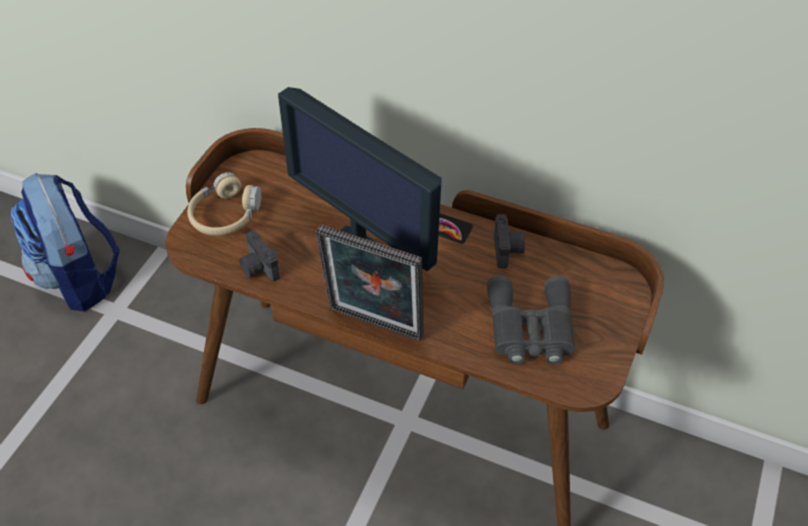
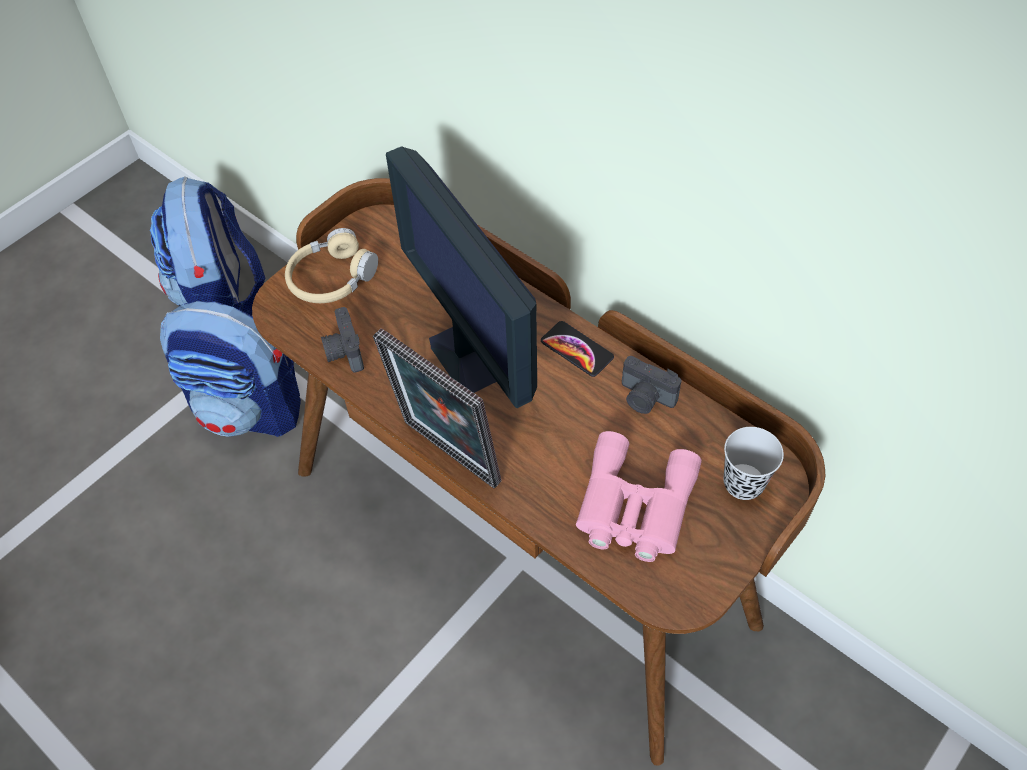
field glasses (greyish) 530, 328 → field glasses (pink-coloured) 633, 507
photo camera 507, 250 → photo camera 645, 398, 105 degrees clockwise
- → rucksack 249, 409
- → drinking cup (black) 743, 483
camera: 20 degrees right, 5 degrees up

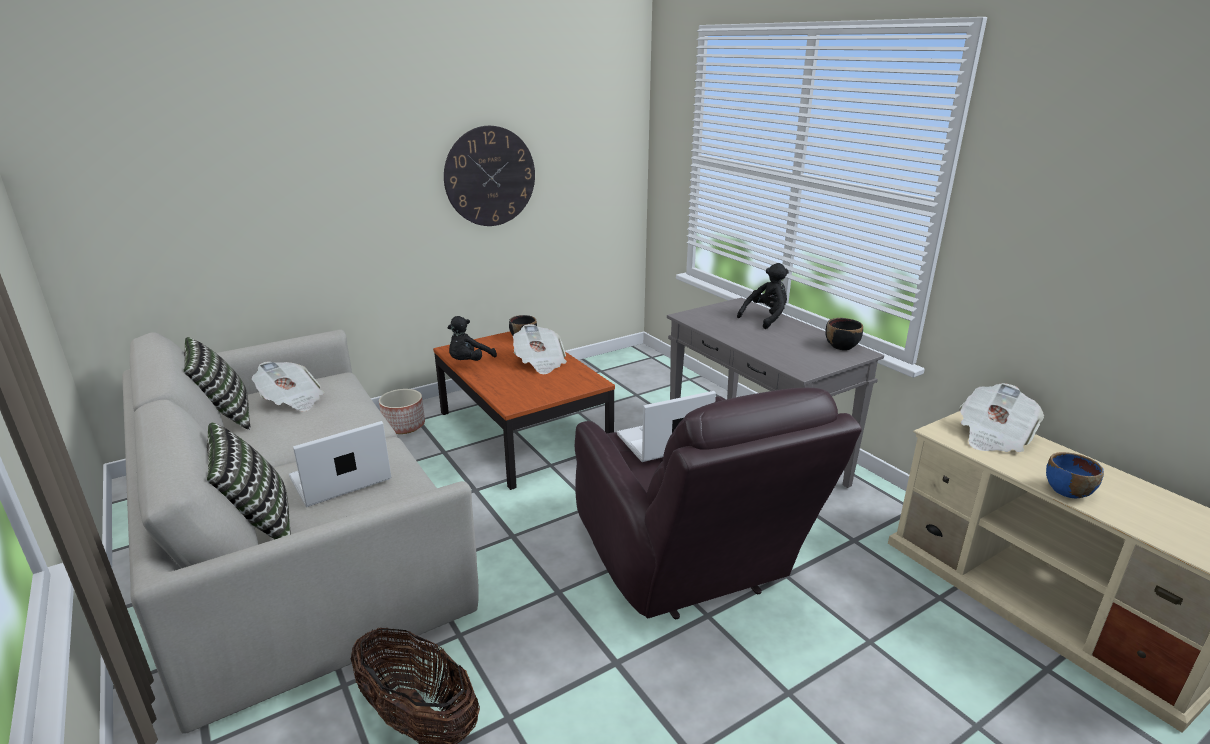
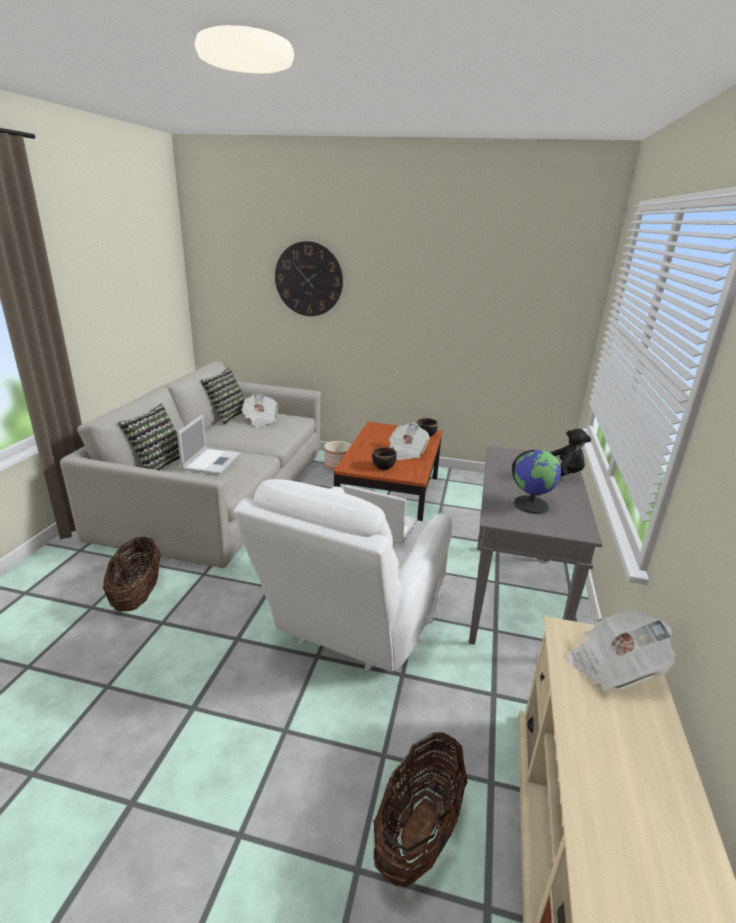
laptop 338, 480 → laptop 212, 461, 90 degrees clockwise
hanging clock 490, 176 → hanging clock 308, 279, moved
plush toy (black) 469, 362 → -
lounge chair (brown) 688, 565 → lounge chair (white-coloured) 354, 624
serving bowl (black) 842, 346 → serving bowl (black) 383, 467, moved
serving bowl (blue-coloured) 1067, 491 → -
- → storage basket 418, 831
- → globe 531, 504
camera: 45 degrees right, 0 degrees up

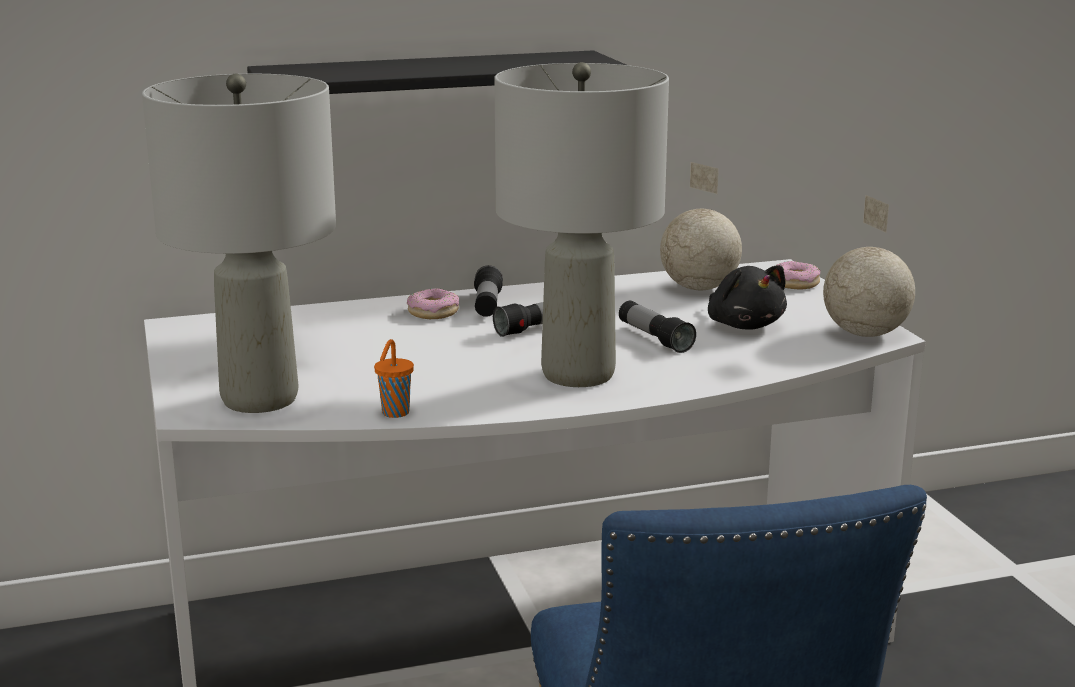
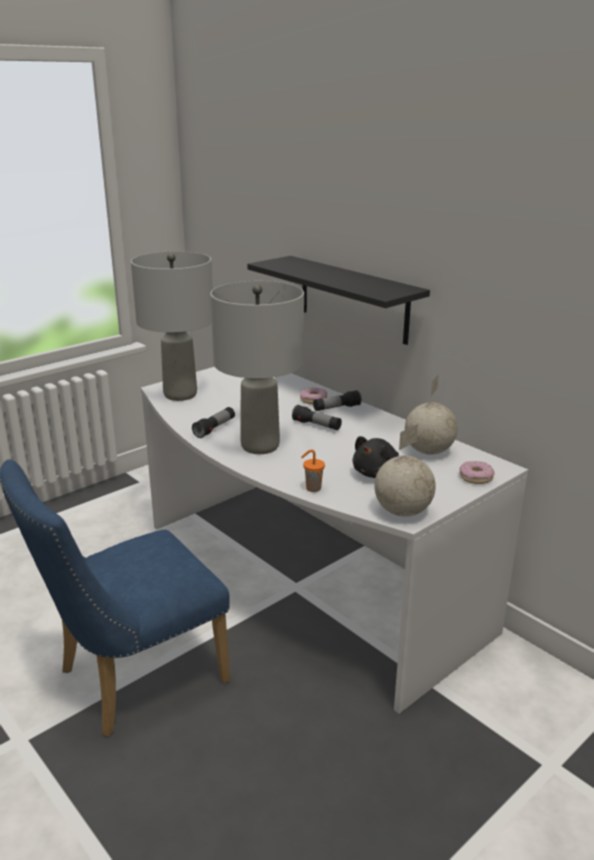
drinking cup (orange) 394, 413 → drinking cup (orange) 312, 488, moved
hand torch 654, 338 → hand torch 215, 428, moved
camera: 65 degrees right, 5 degrees up

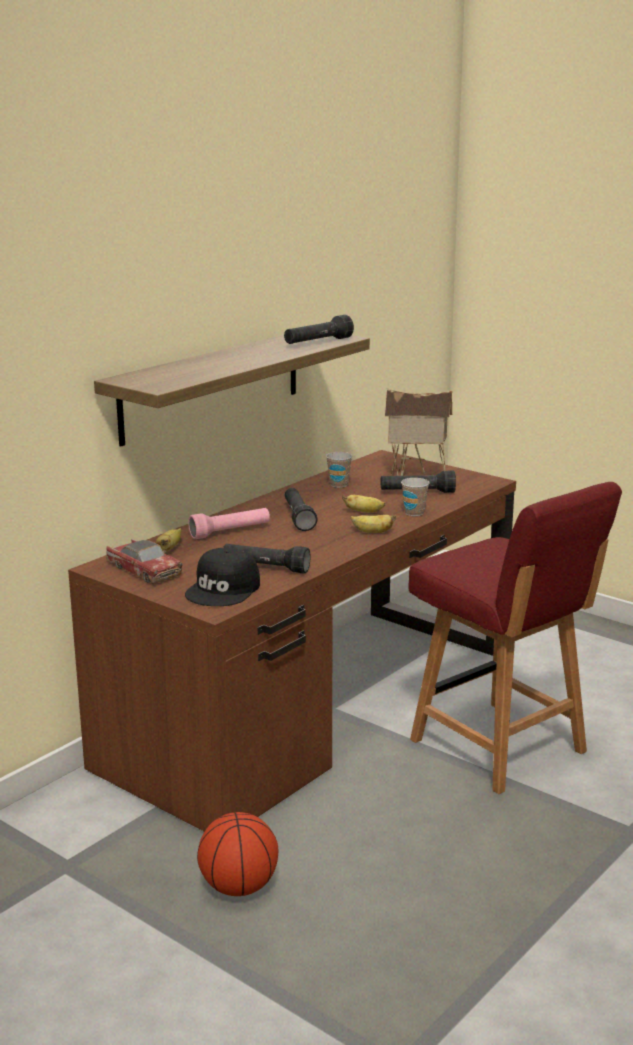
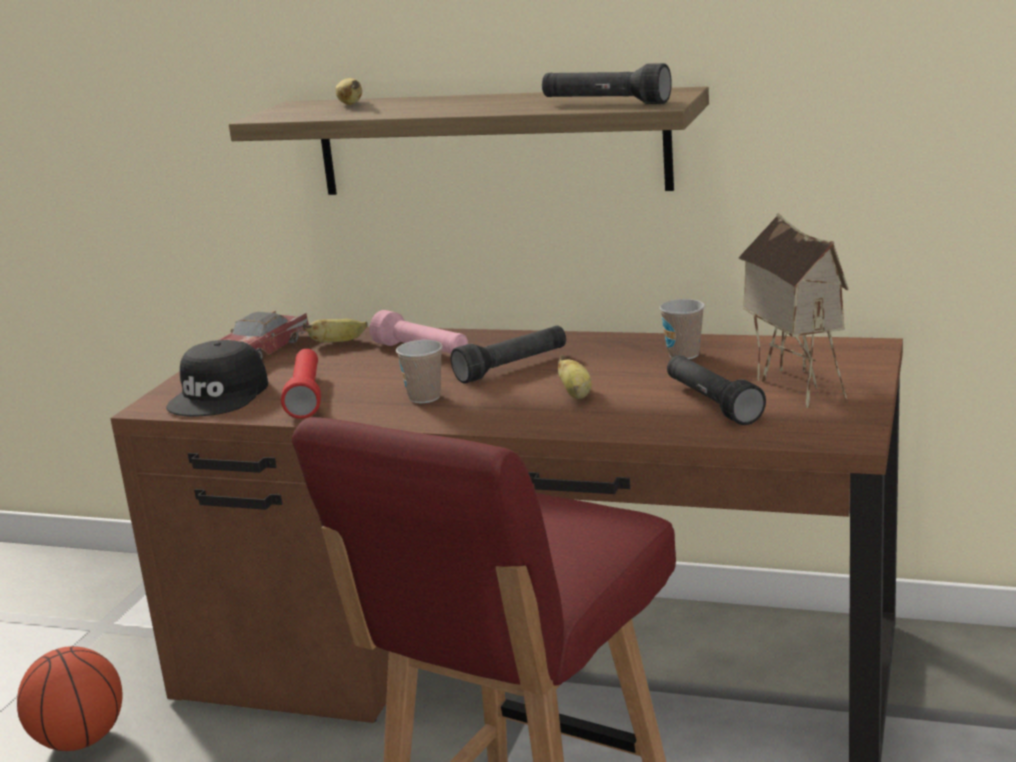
baseball cap (black) 224, 589 → baseball cap (black) 220, 395, 75 degrees counterclockwise
hand torch (black) 265, 568 → hand torch (reddish) 306, 396
banana 372, 532 → banana 351, 104, moved
drinking cup 414, 513 → drinking cup 424, 397, moved
camera: 70 degrees right, 0 degrees up

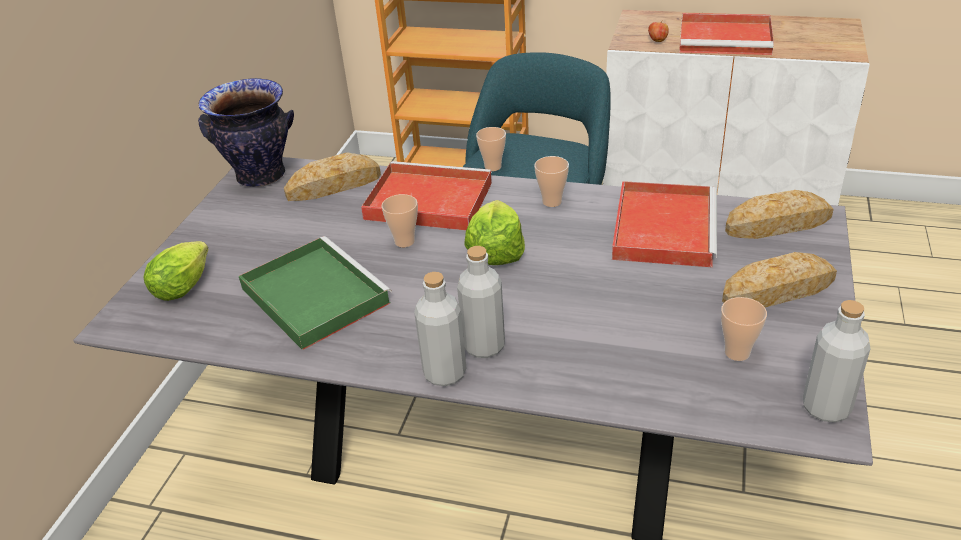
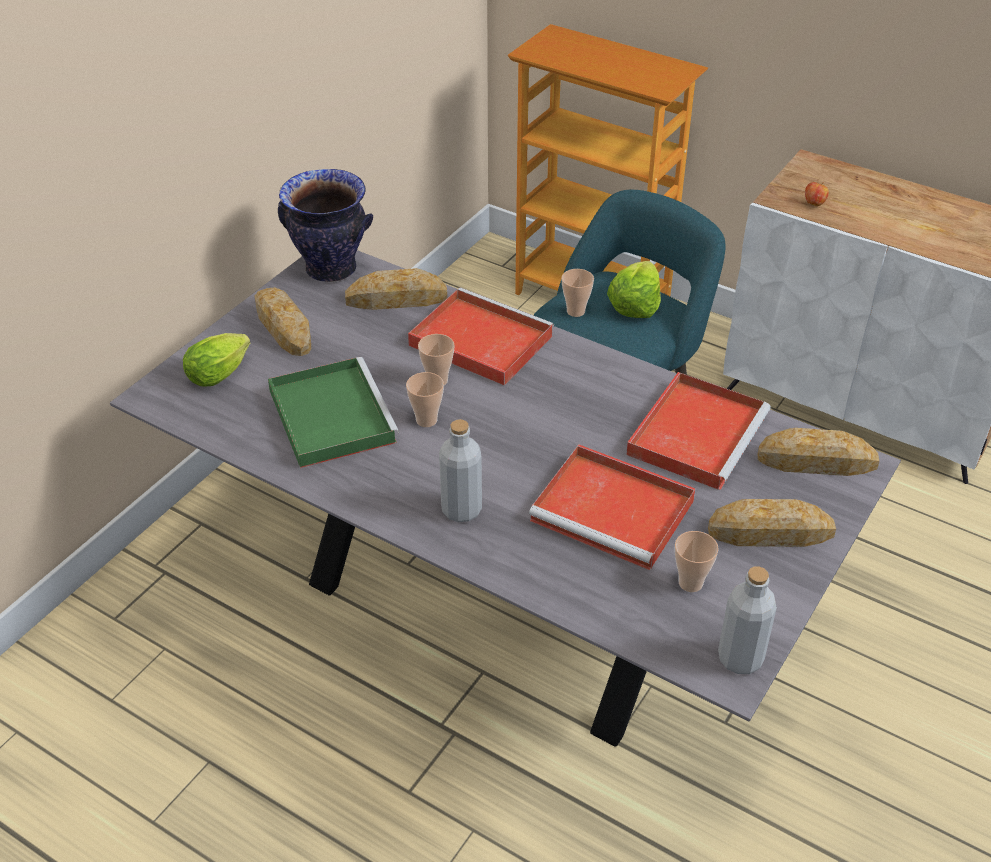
drink bottle (greyish) 445, 373 → -
lettuce head 495, 251 → lettuce head 634, 305, moved
drinking cup 552, 202 → drinking cup 426, 420, moved
tray (reddish) 727, 38 → tray (reddish) 615, 511, moved
- → bread 283, 326
camera: 15 degrees right, 5 degrees up

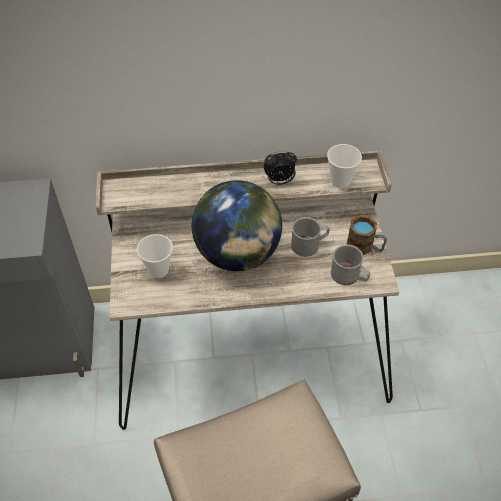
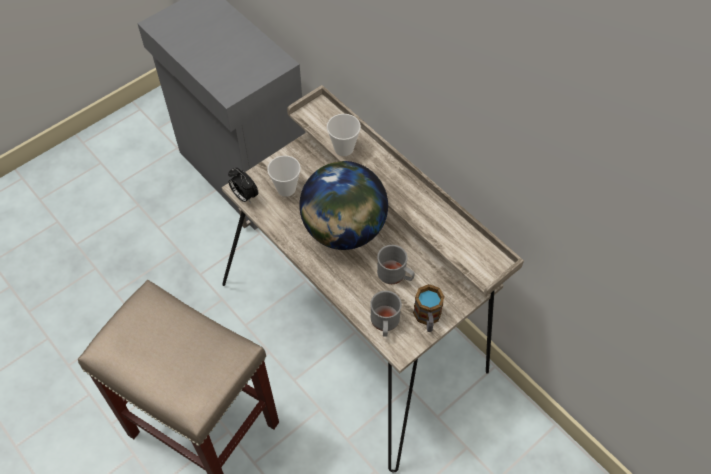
alarm clock 279, 181 → alarm clock 244, 196, moved
drinking cup 340, 181 → drinking cup 344, 148, moved
camera: 55 degrees right, 5 degrees up

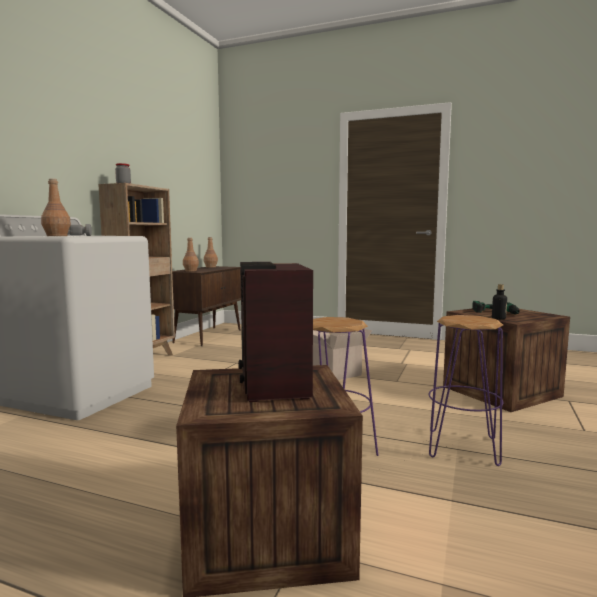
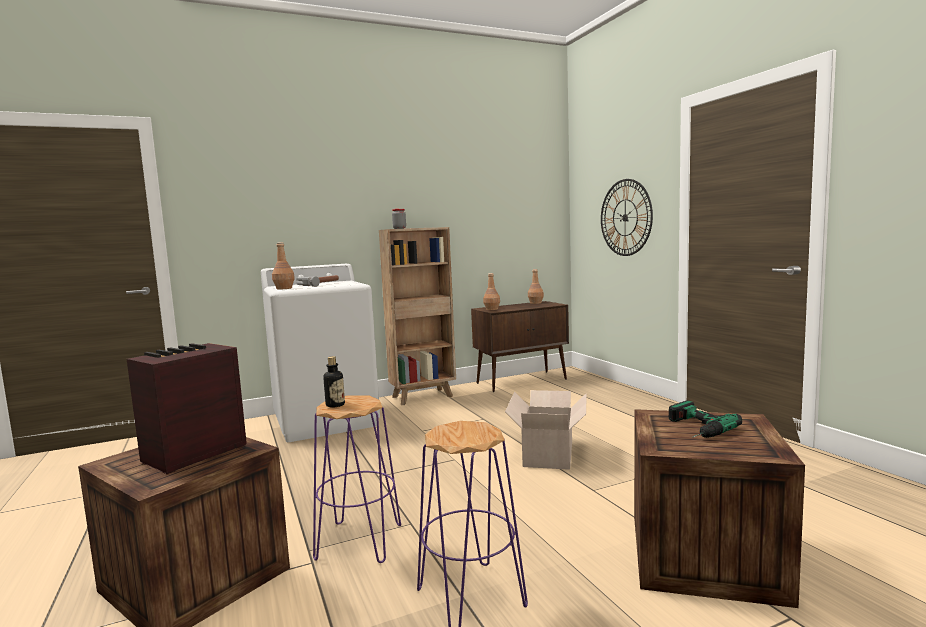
drink bottle 498, 318 → drink bottle 335, 405, moved
- → hanging clock 625, 217
camera: 45 degrees right, 0 degrees up

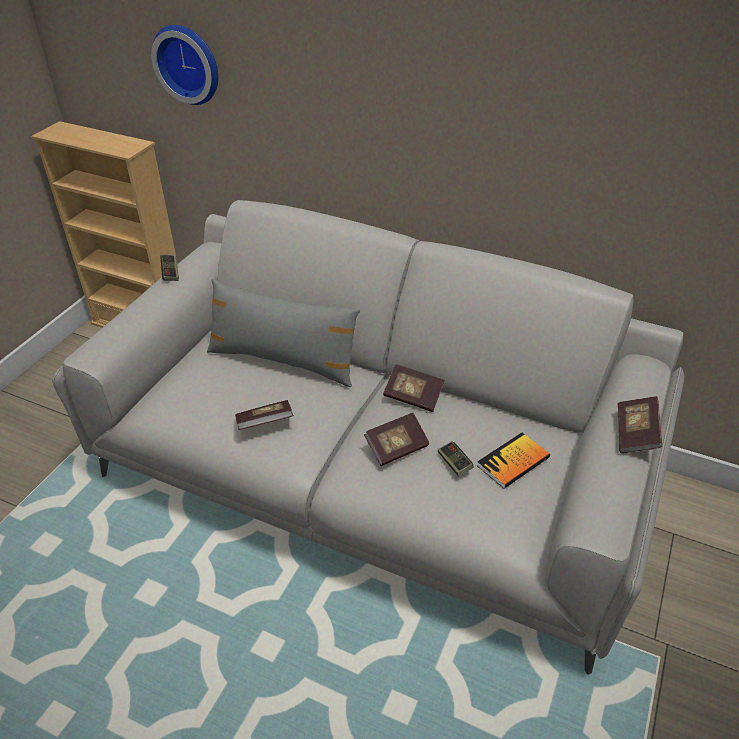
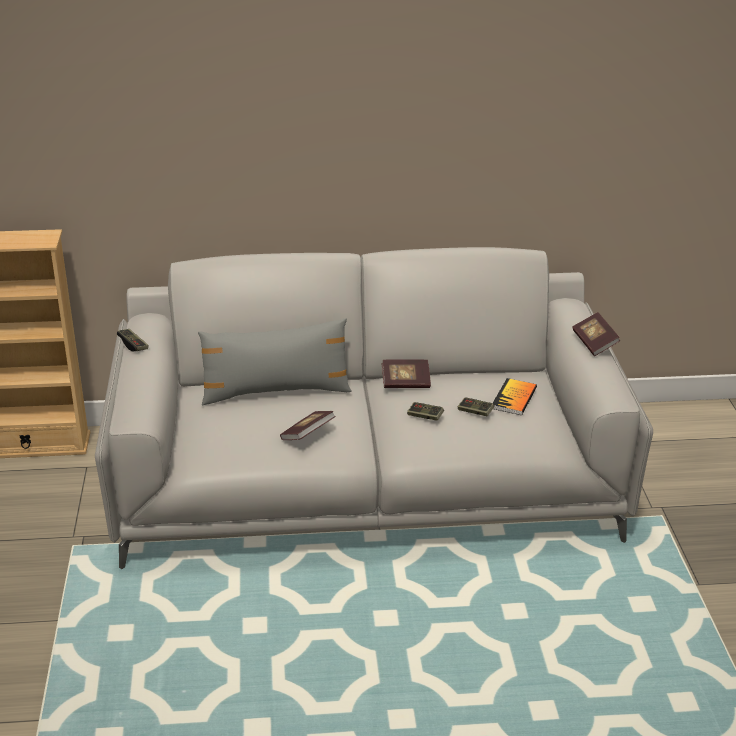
hanging clock 189, 63 → -
bound book 396, 448 → gamepad 425, 416
camera: 30 degrees left, 10 degrees down

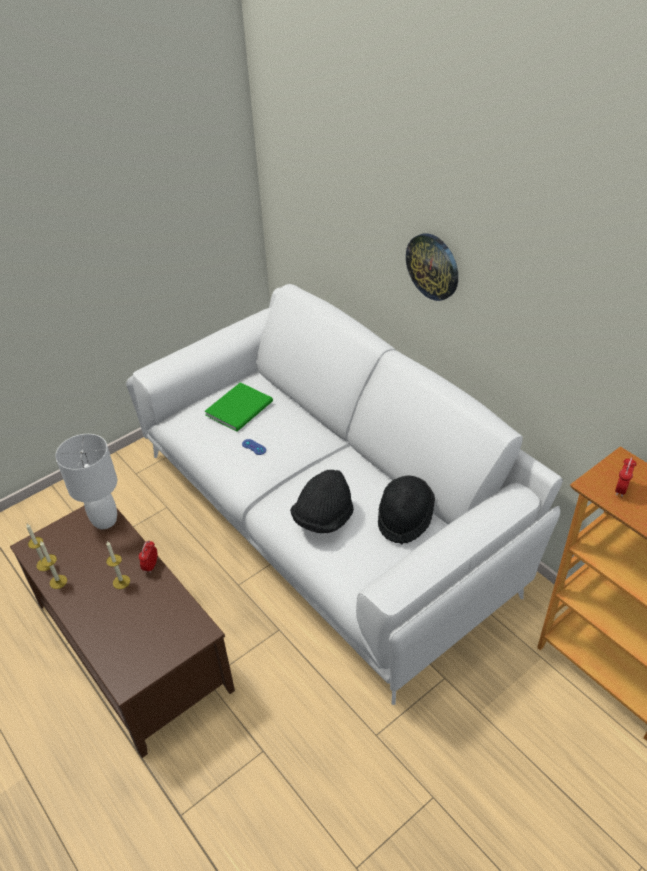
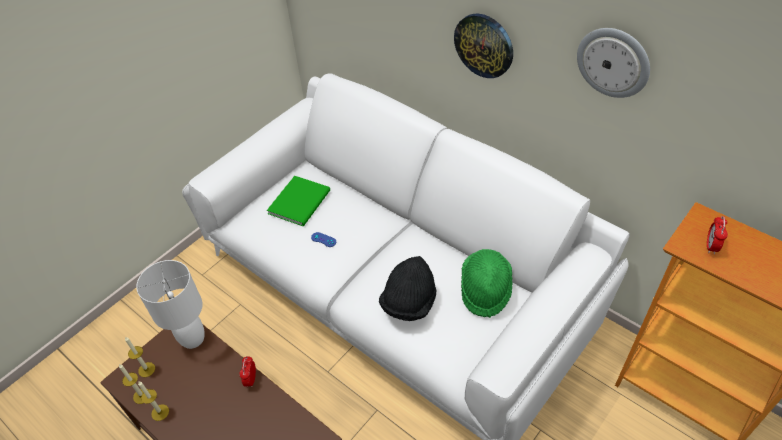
wax candle 121, 582 → wax candle 146, 369, moved
wearable hat (black) 404, 518 → wearable hat (green) 485, 290
- → hanging clock 613, 62
camera: 10 degrees left, 5 degrees up

